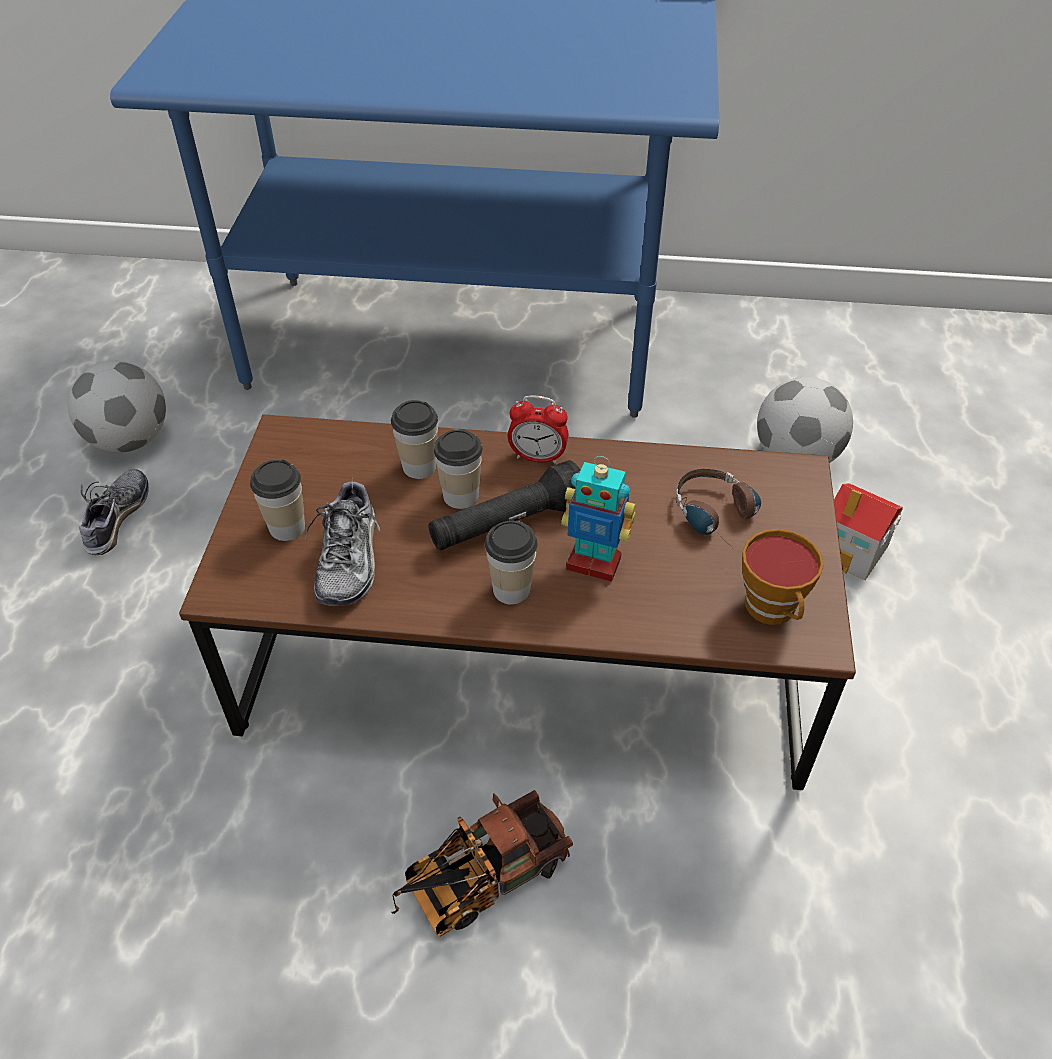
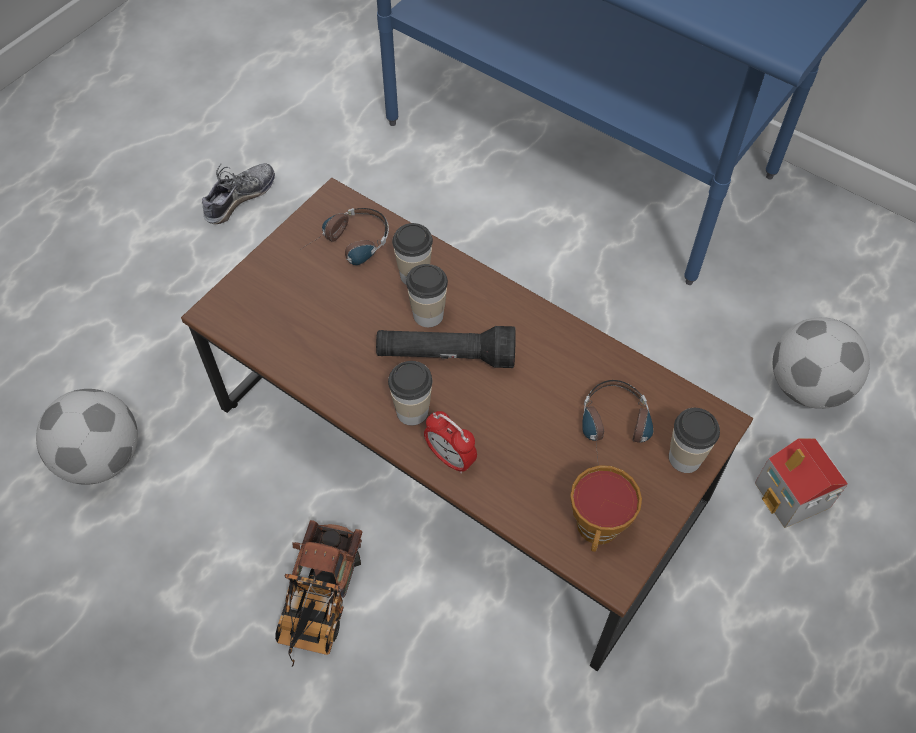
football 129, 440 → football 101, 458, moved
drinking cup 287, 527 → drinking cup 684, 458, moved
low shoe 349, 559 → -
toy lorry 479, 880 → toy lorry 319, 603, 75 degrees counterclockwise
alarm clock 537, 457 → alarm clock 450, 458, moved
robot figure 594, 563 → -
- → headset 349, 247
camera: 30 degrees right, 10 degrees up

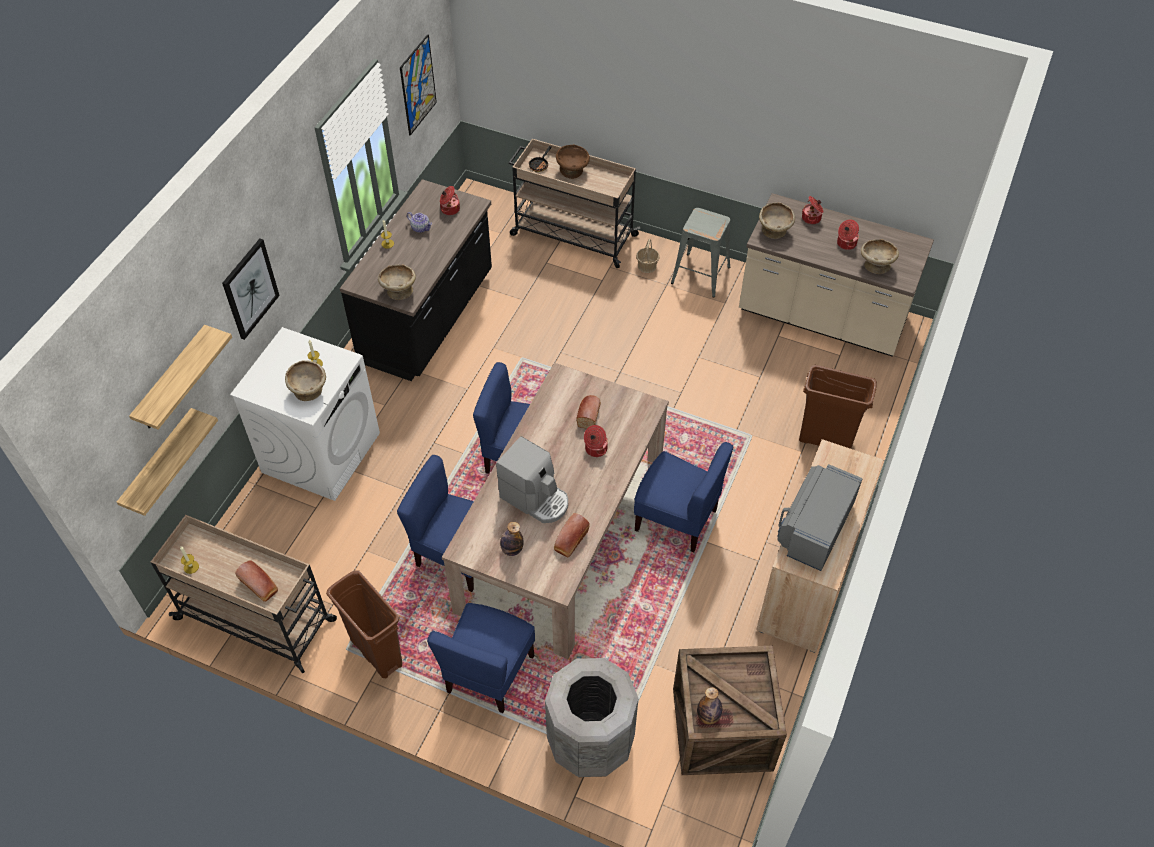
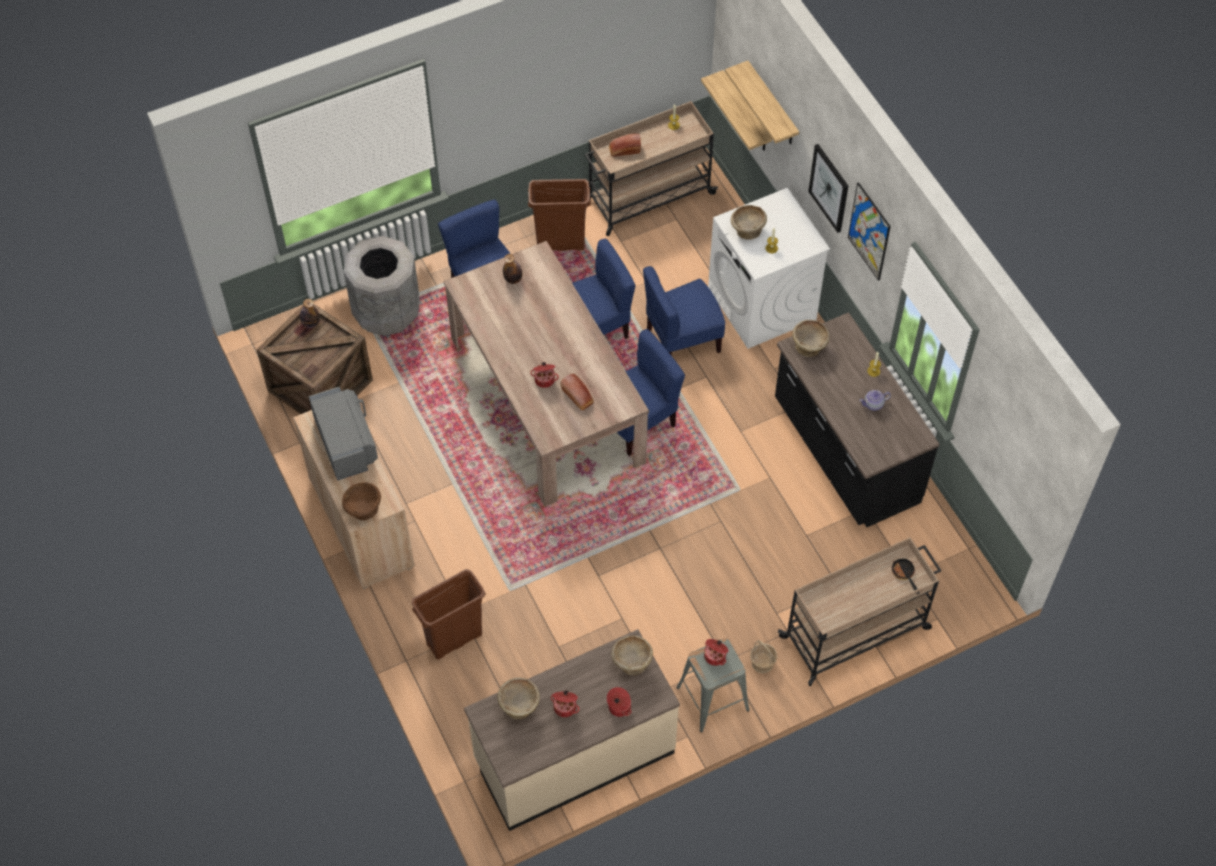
picture 418, 85 → picture 869, 231, moved
saucepot 449, 209 → saucepot 715, 656, moved
coffee machine 535, 498 → -
bread 570, 541 → -
serving bowl (brown) 573, 171 → serving bowl (brown) 363, 510, moved
plain chair (blue-coloured) 676, 519 → plain chair (blue-coloured) 682, 339, moved
camera: 130 degrees right, 5 degrees up

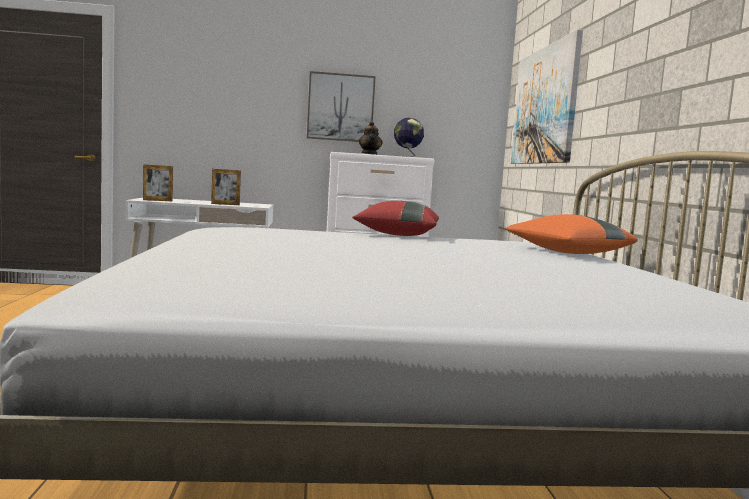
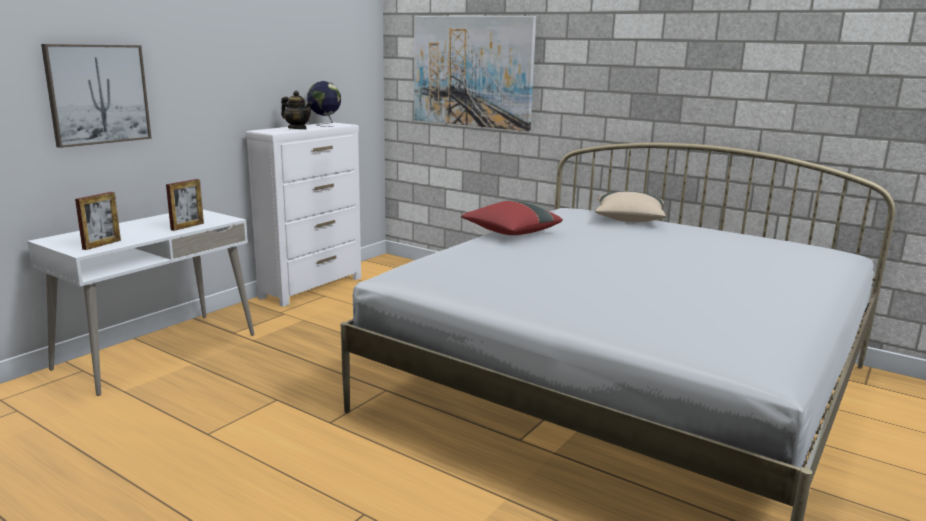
picture 340, 107 → picture 98, 94, moved
pillow (orange) 567, 253 → pillow (beige) 628, 220
camera: 50 degrees left, 10 degrees up

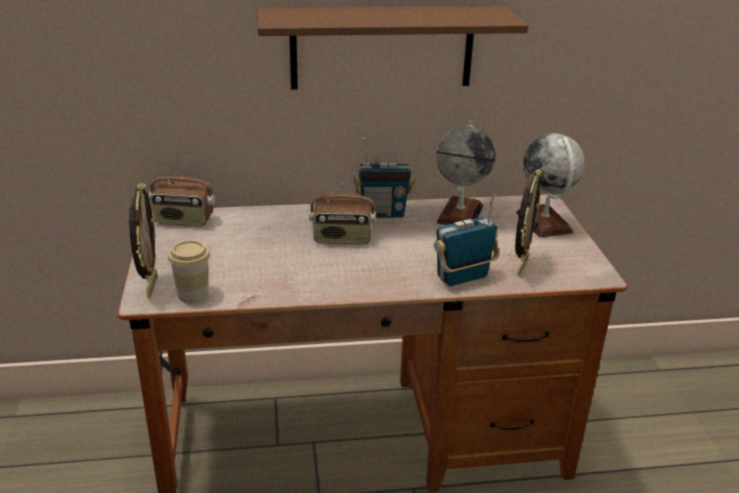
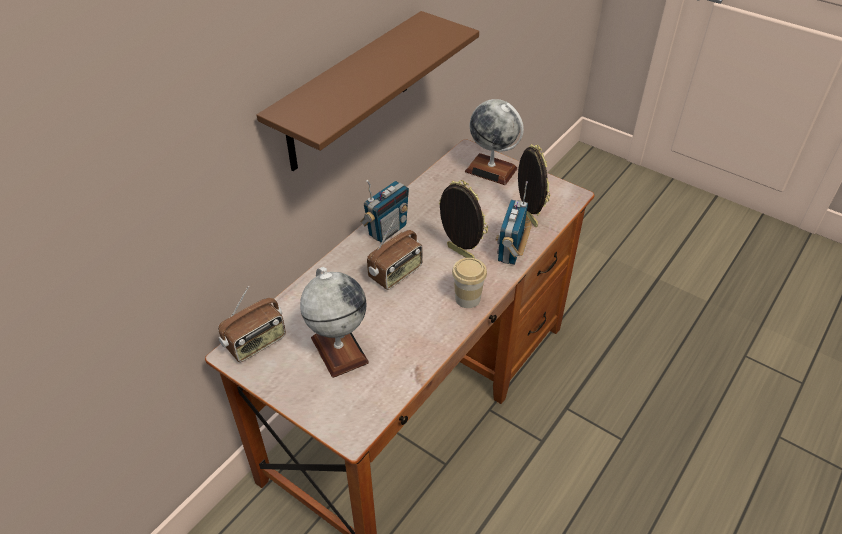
photo frame 150, 286 → photo frame 459, 254, moved
drinking cup 193, 294 → drinking cup 467, 298, moved
globe 460, 214 → globe 339, 350, moved
camera: 45 degrees left, 15 degrees up

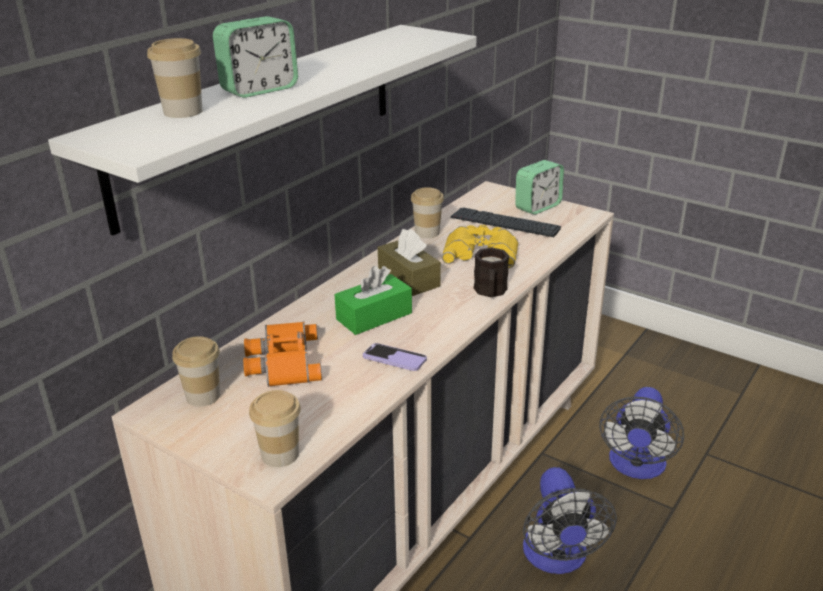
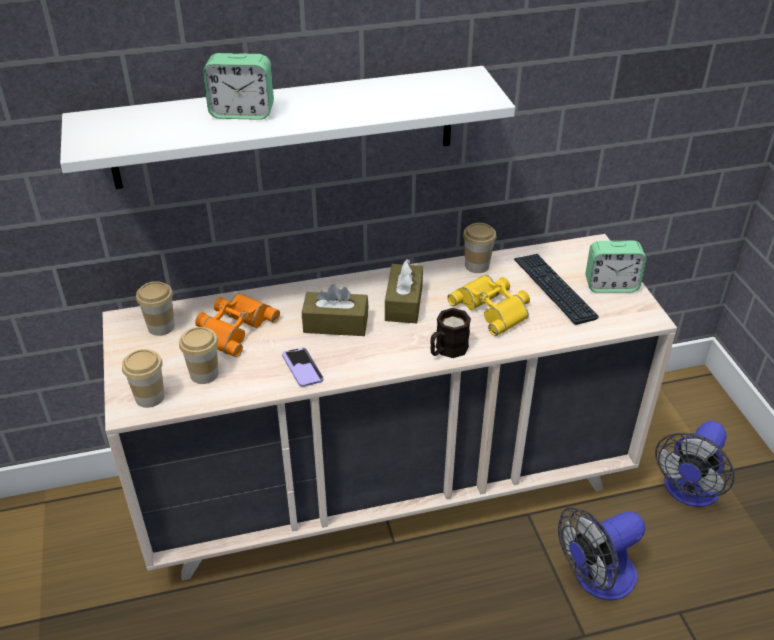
drinking cup 183, 111 → drinking cup 204, 374, moved
tissue holder (green) 374, 316 → tissue holder (brown) 336, 324
fan 557, 558 → fan 688, 492, moved
camera: 40 degrees right, 10 degrees up

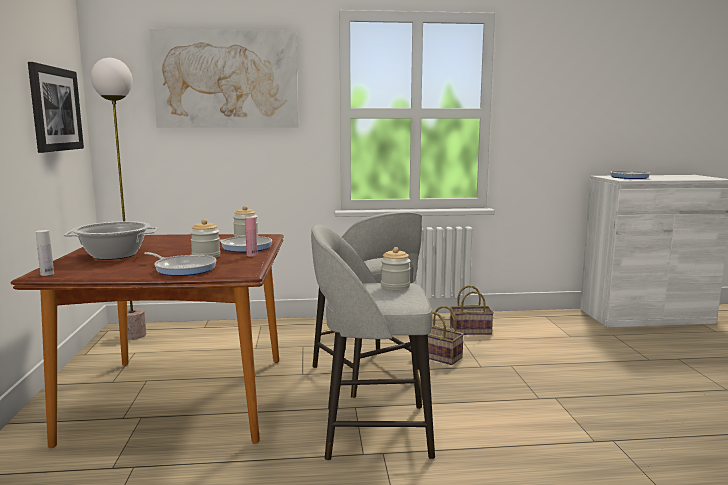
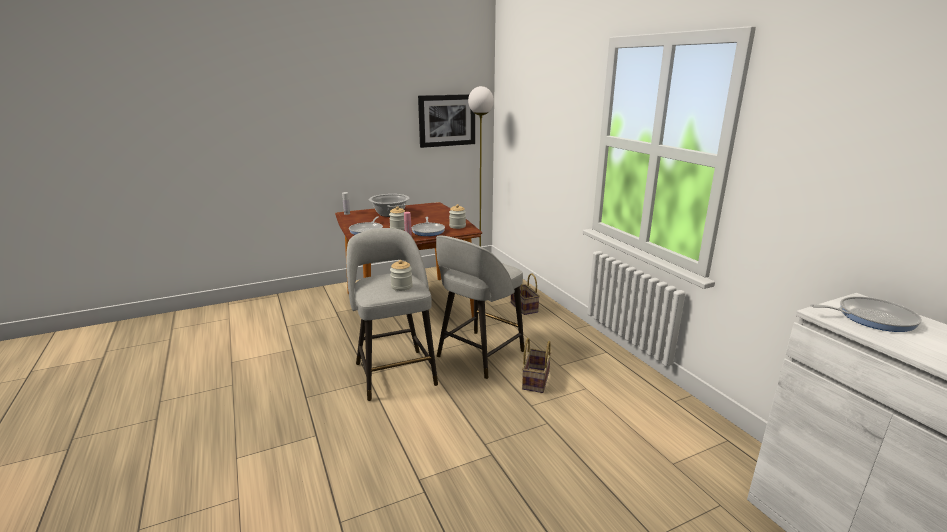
picture 226, 80 → -
storage basket 471, 331 → storage basket 525, 307, moved
camera: 70 degrees right, 10 degrees up

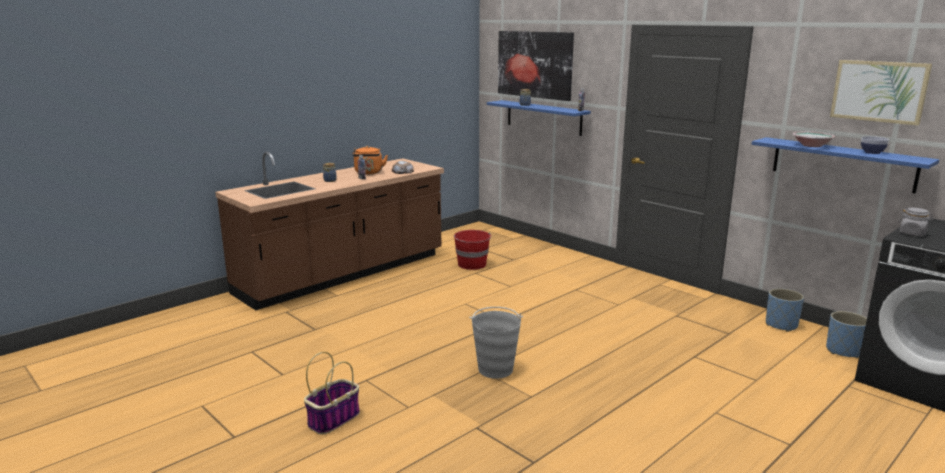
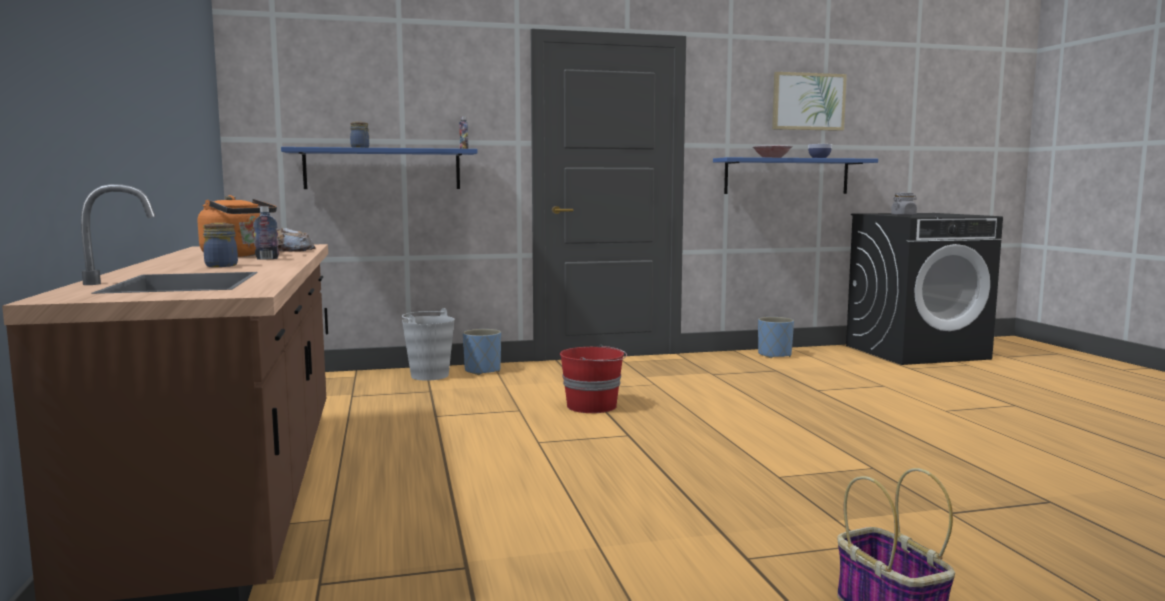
bucket (reddish) 472, 264 → bucket (reddish) 593, 406, moved
bucket (greyish) 495, 369 → bucket (greyish) 429, 375, moved
picture 534, 64 → -
plant pot (blue-coloured) 843, 351 → plant pot (blue-coloured) 482, 371, moved
camera: 60 degrees left, 10 degrees down

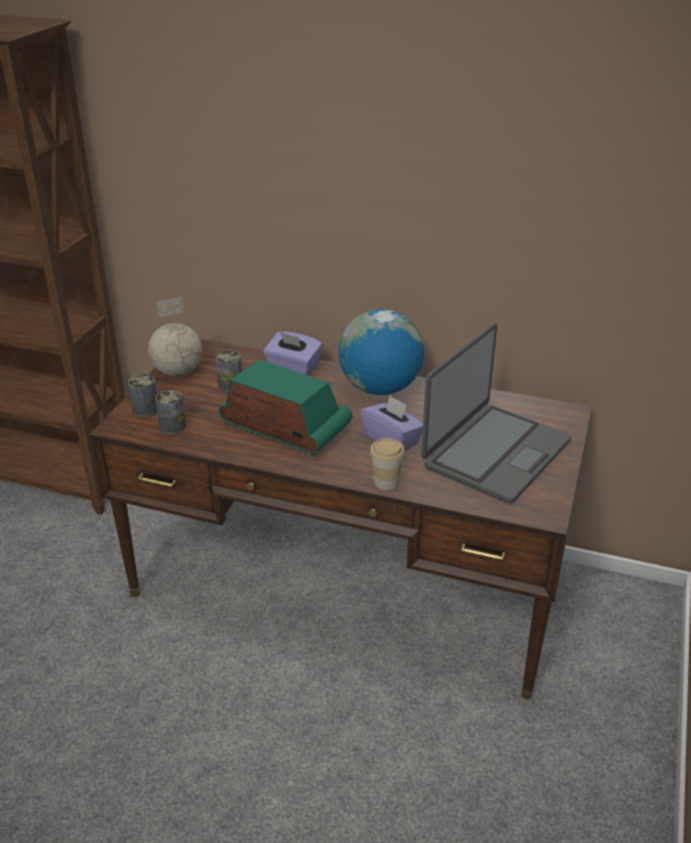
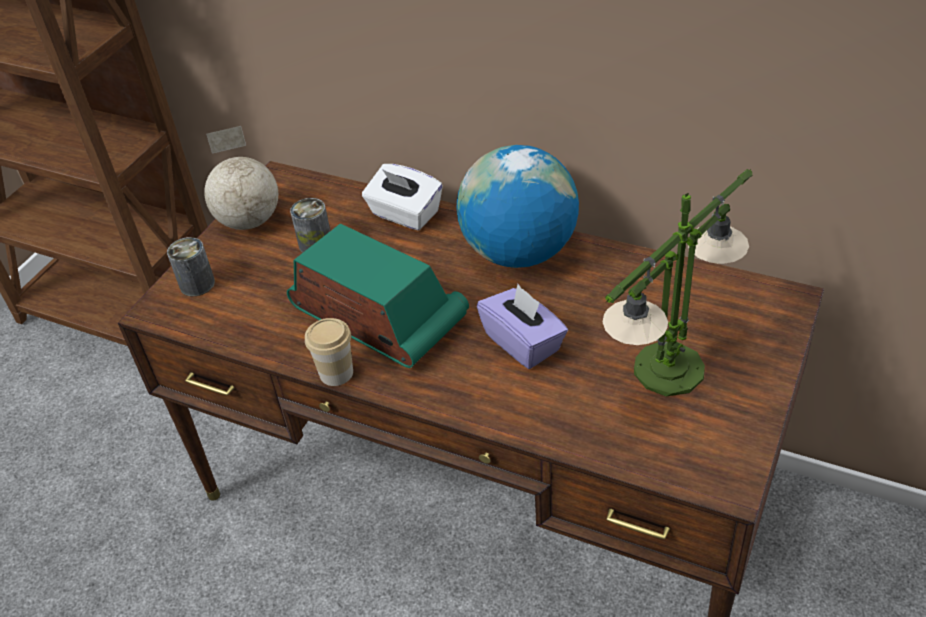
metal can 172, 427 → -
tissue holder (purple-coloured) 293, 367 → tissue holder (white-coloured) 405, 214
drinking cup 386, 482 → drinking cup 336, 373, moved
laptop 495, 453 → table lamp 668, 370
camera: 10 degrees right, 10 degrees up

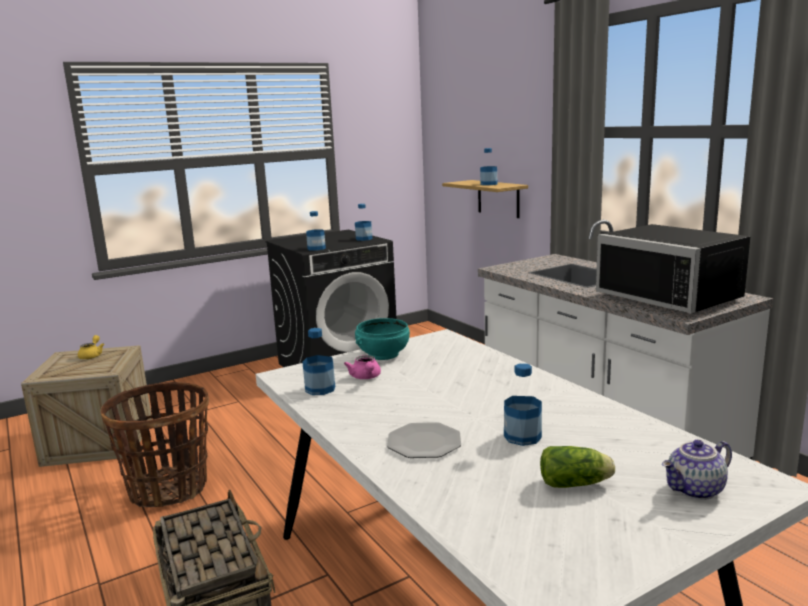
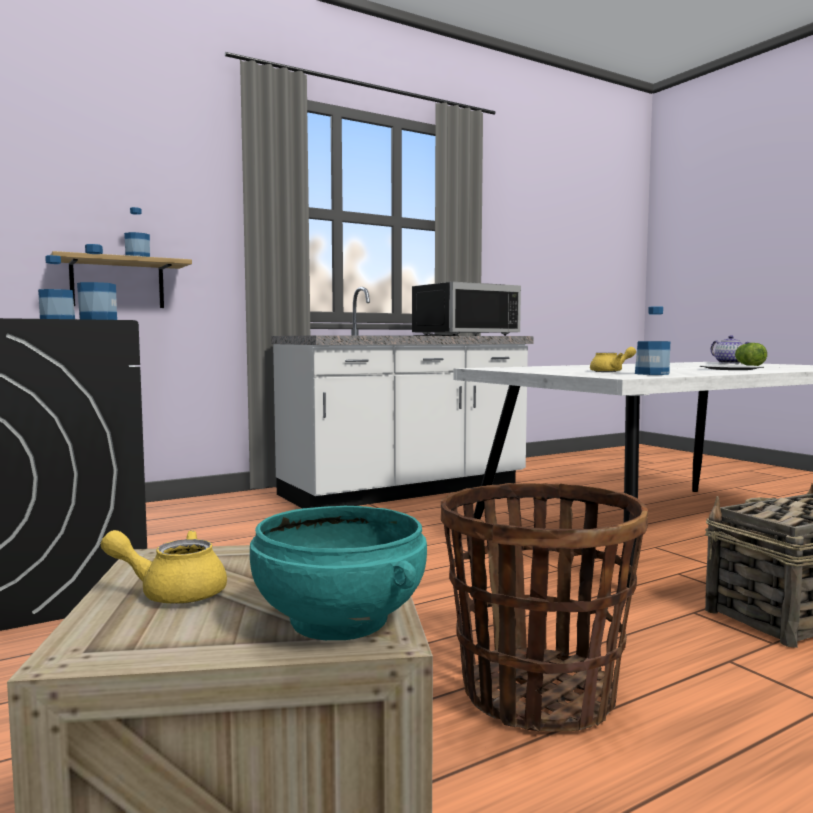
pot for tea (pink-coloured) 365, 377 → pot for tea (yellow) 611, 371
serving bowl (turquoise) 383, 354 → serving bowl (turquoise) 337, 620, moved
drink bottle 522, 436 → -
camera: 90 degrees left, 10 degrees down

